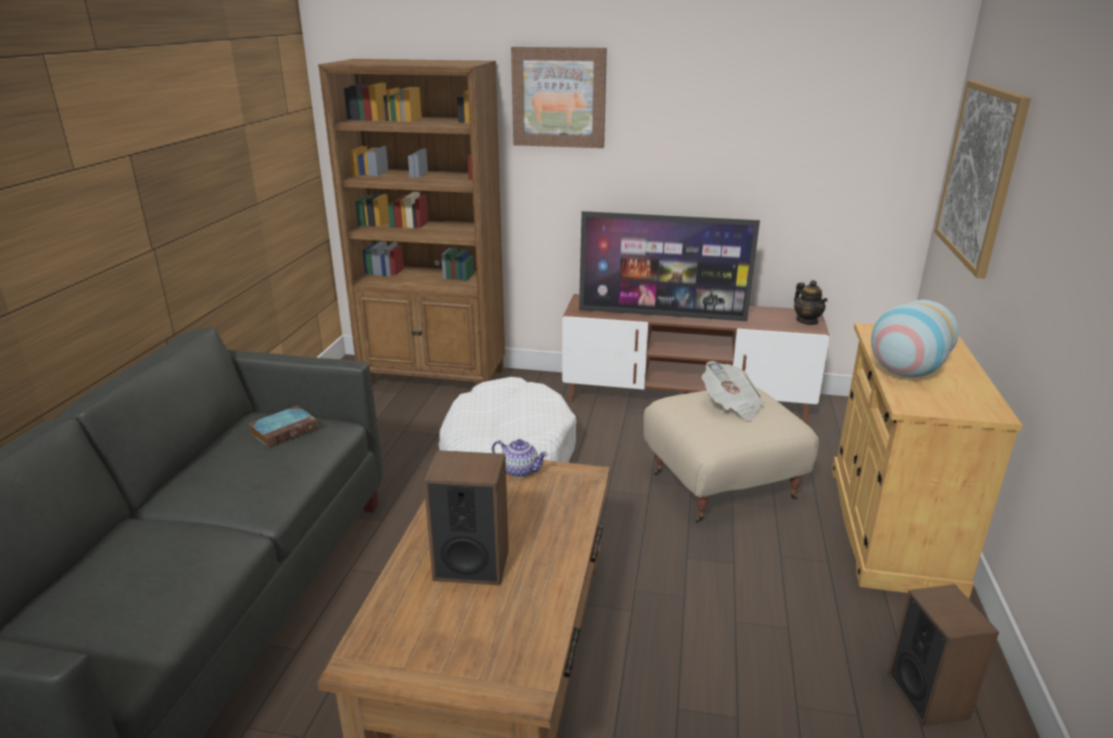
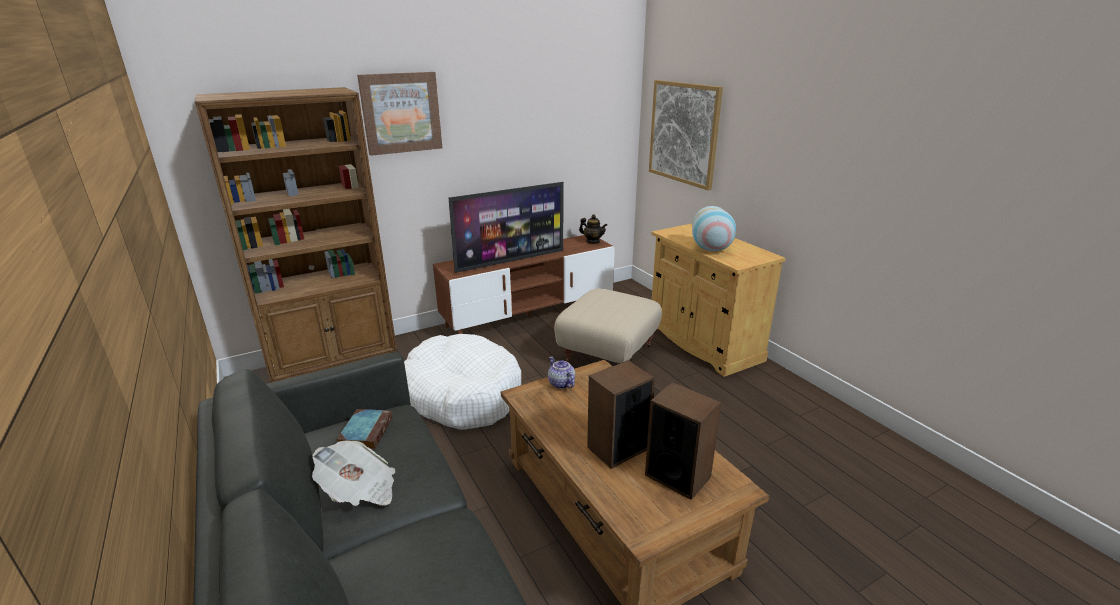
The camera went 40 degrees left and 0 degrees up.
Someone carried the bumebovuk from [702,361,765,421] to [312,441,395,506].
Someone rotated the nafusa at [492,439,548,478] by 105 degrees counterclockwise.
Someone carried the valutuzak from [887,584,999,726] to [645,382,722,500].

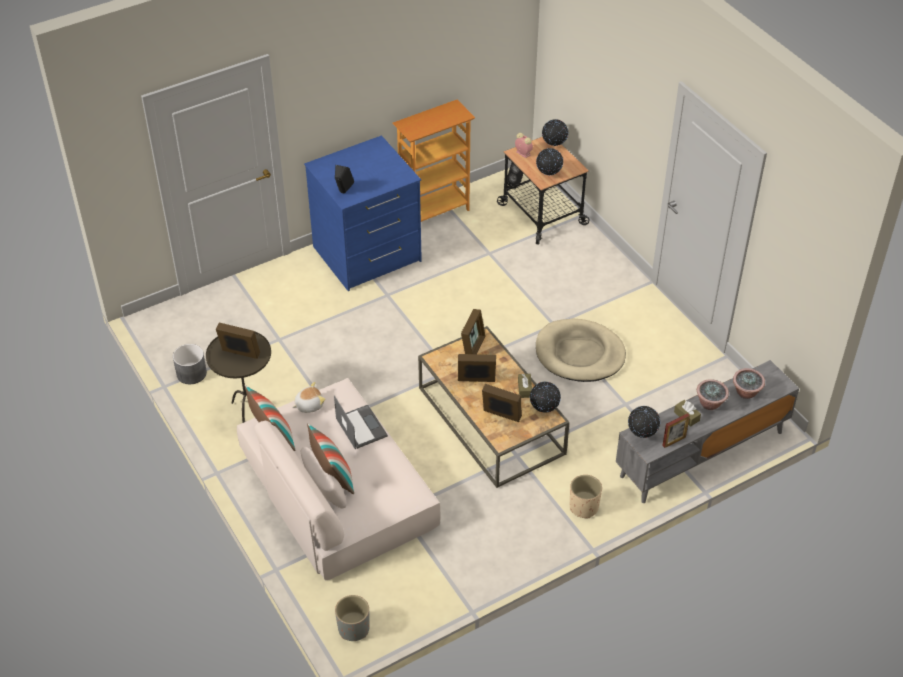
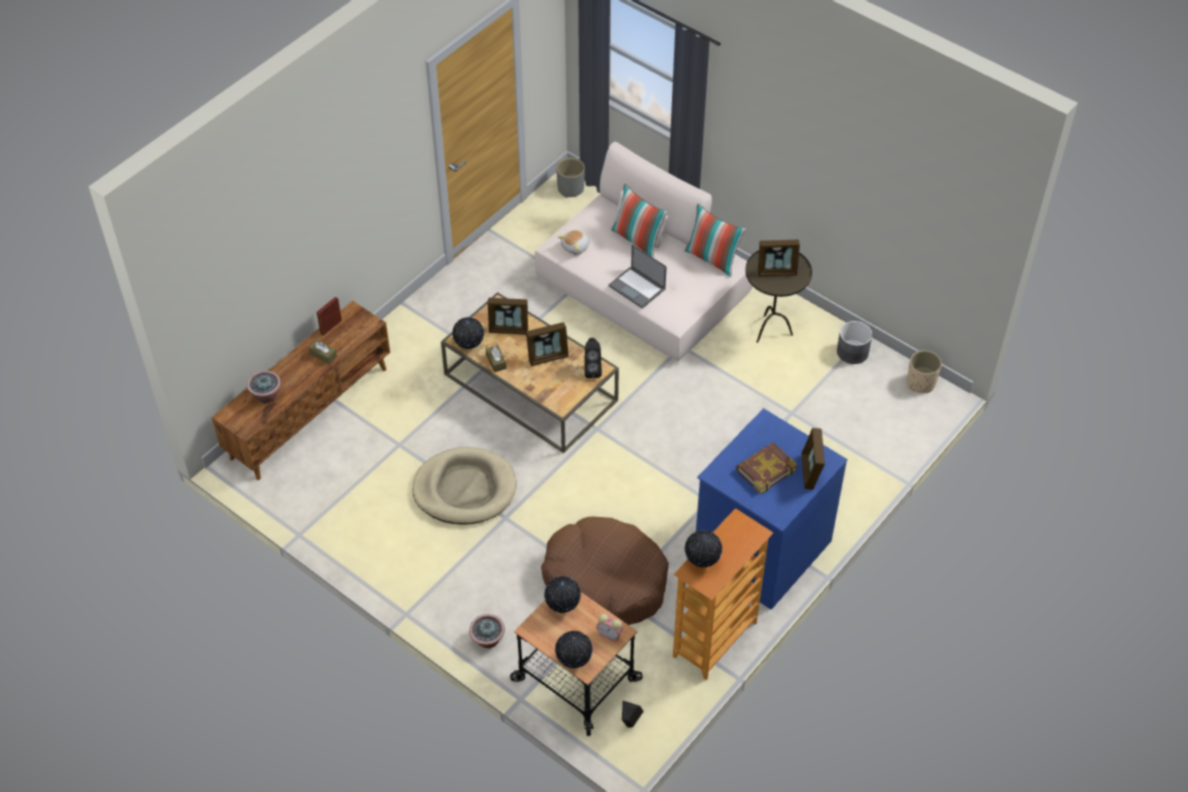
The camera went 160 degrees right and 5 degrees up.
Someone carried the valutuzak (black) from [335,165,354,193] to [585,338,602,378].
Someone carried the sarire from [461,309,486,354] to [801,428,825,490].
Someone repainted the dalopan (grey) at [616,360,799,503], which became the dalopan (brown) at [212,301,390,480].
Someone carried the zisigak from [697,379,729,410] to [469,614,505,648].
Someone carried the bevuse from [292,382,325,413] to [558,230,590,255].
Someone carried the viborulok from [628,406,660,438] to [685,530,722,567].
Someone carried the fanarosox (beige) from [570,475,602,518] to [907,350,942,393].
Someone put down the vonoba at [736,442,797,494].
Someone put down the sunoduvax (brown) at [541,516,669,625].

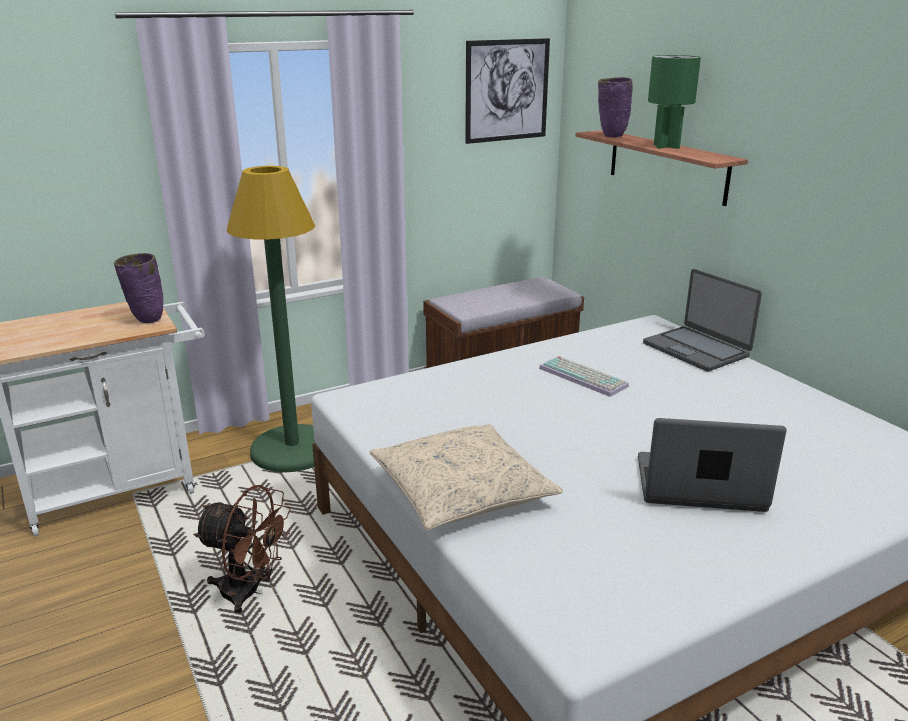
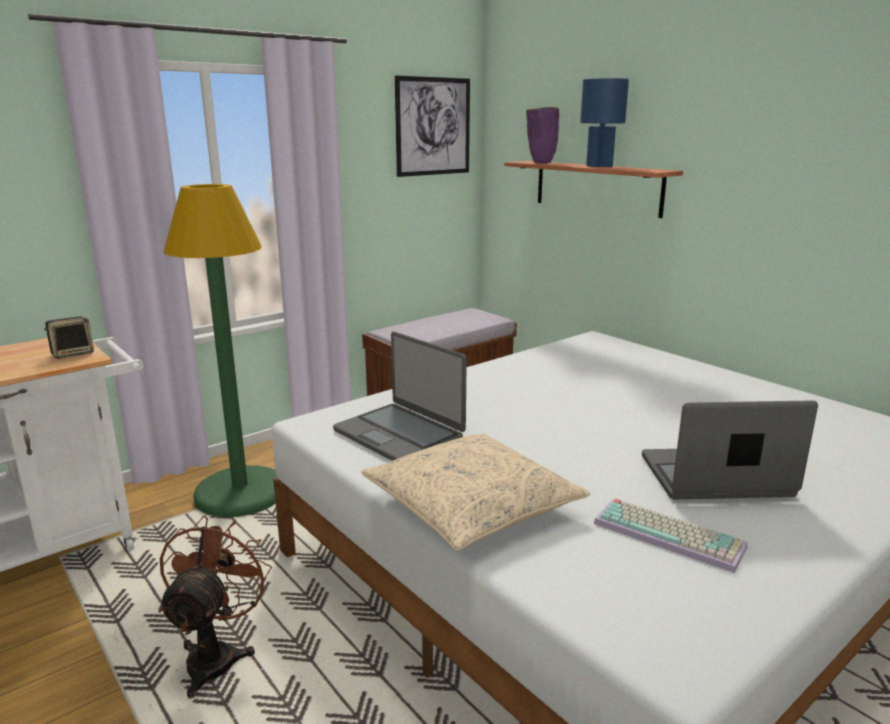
The camera went 10 degrees left and 5 degrees down.
Someone repainted the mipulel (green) at [648,55,701,149], which became the mipulel (blue) at [580,78,629,167].
Someone swapped the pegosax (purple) at [114,253,163,323] for the valutuzak at [44,316,94,359].
Someone carried the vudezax from [643,269,762,372] to [333,332,467,461].
Someone carried the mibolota from [539,356,629,397] to [594,499,748,573].
Someone rotated the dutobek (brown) at [193,485,291,614] by 90 degrees counterclockwise.

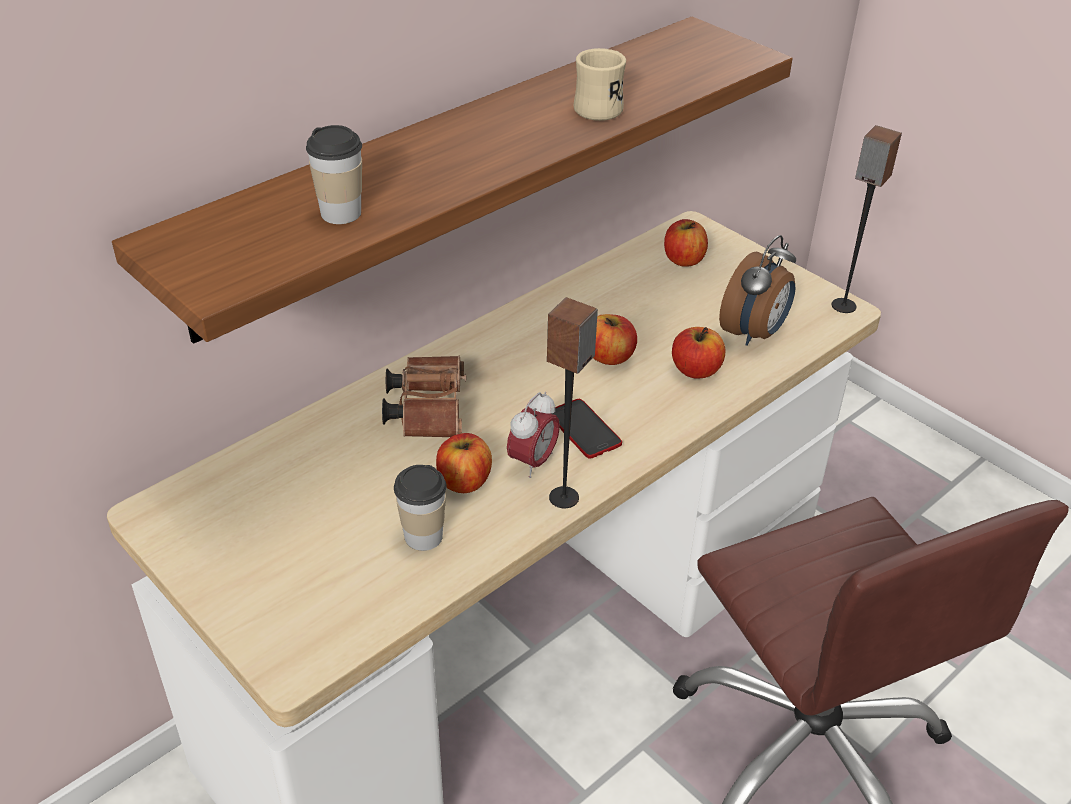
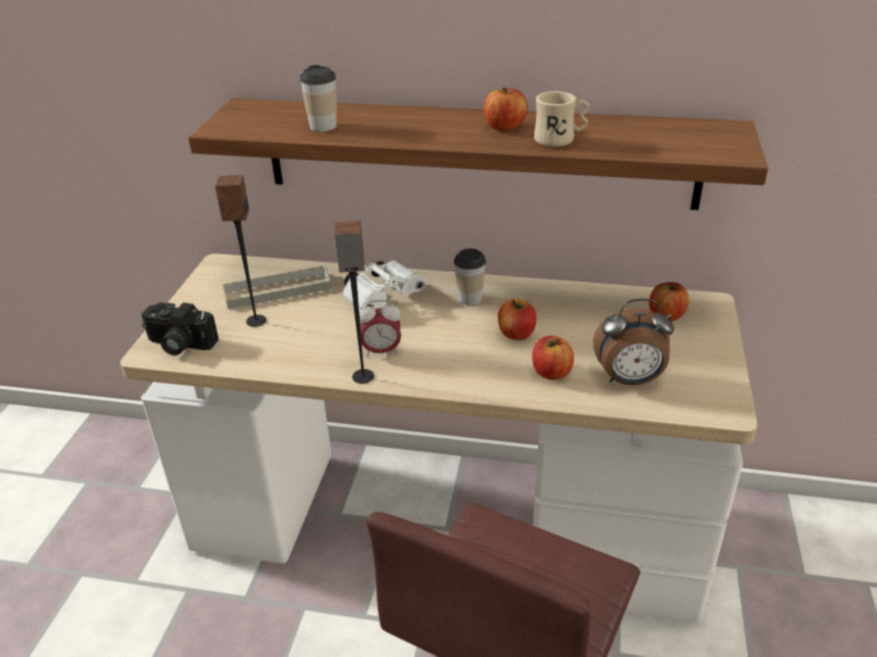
The camera went 55 degrees right and 5 degrees down.
Someone carried the valutuzak from [831,125,902,313] to [215,175,266,327].
Someone repainted the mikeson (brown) at [382,356,466,437], which became the mikeson (white) at [342,260,425,309].
Someone took away the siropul at [551,399,622,459].
Someone carried the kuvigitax from [436,433,492,493] to [484,88,528,131].
Someone carried the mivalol from [394,465,447,551] to [454,248,486,305].
Someone put down the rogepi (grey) at [222,264,331,309].
Someone put down the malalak at [141,303,219,356].

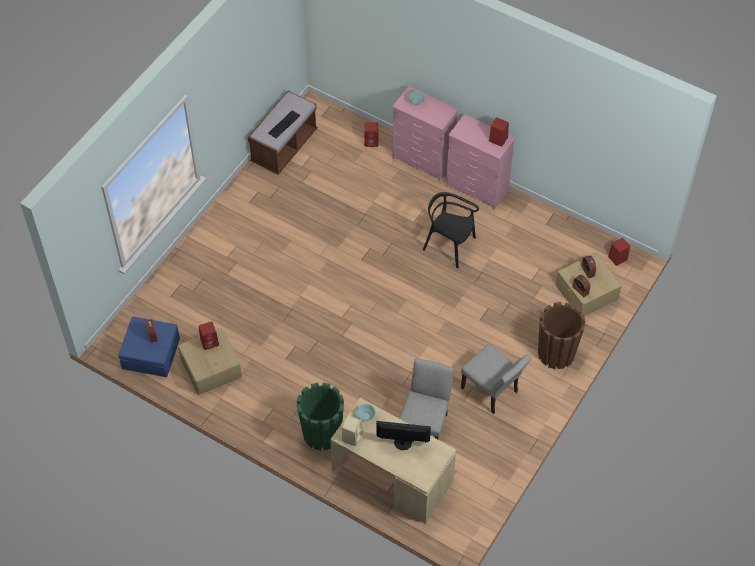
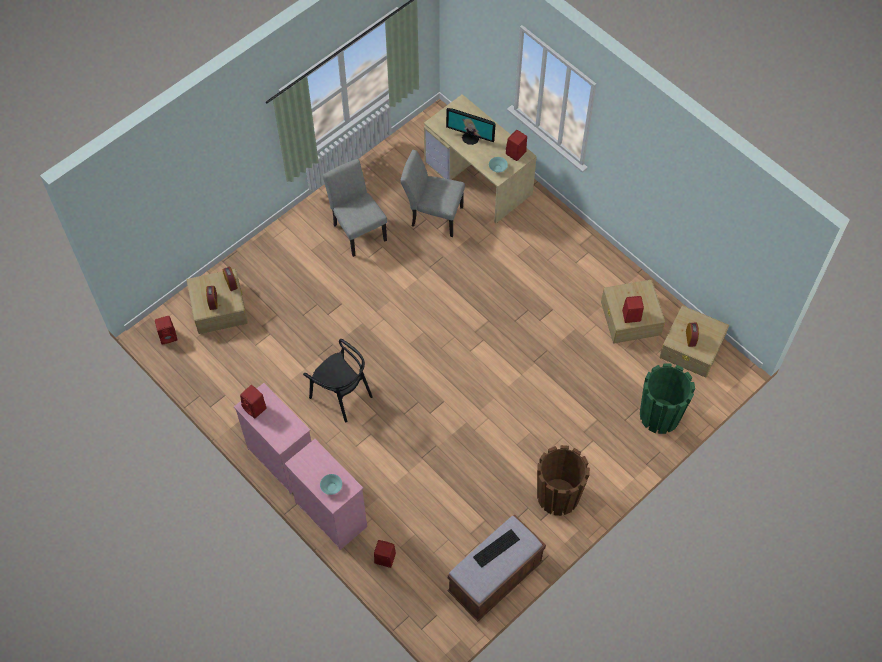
The camera went 165 degrees left and 5 degrees up.
Someone carried the fanarosox (brown) from [538,302,585,369] to [537,445,590,516].
Someone repainted the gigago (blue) at [118,317,180,377], which became the gigago (beige) at [659,306,729,377].
Someone rotated the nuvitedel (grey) at [399,358,454,439] by 75 degrees clockwise.
Someone carried the fanarosox (green) from [296,383,344,451] to [640,363,695,434].
Someone repainted the valutuzak (beige) at [342,416,363,446], which became the valutuzak (red) at [506,130,527,161].

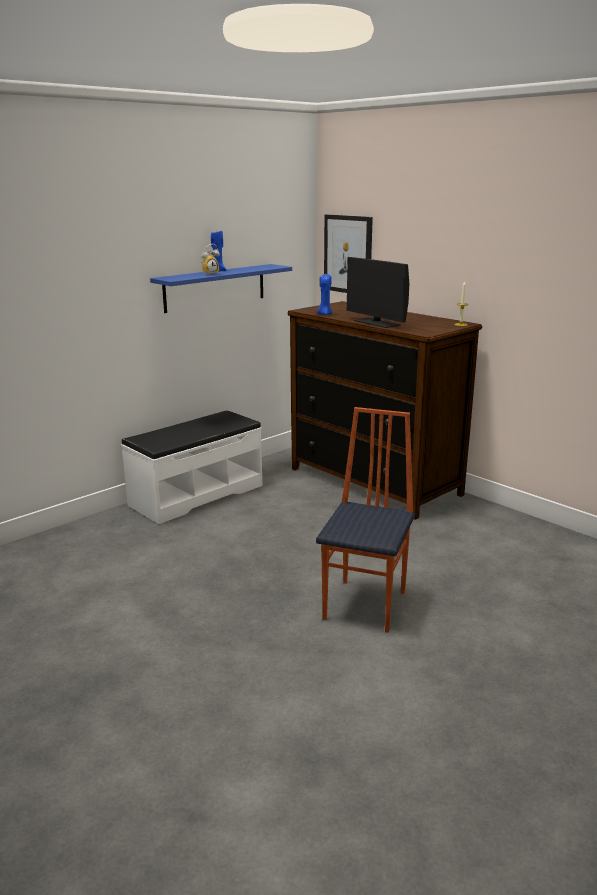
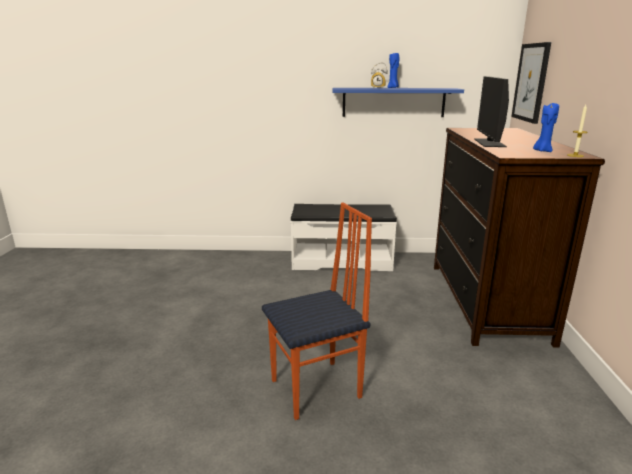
The camera went 45 degrees right and 0 degrees up.
Someone carried the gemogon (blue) from [317,274,332,315] to [533,103,559,152].

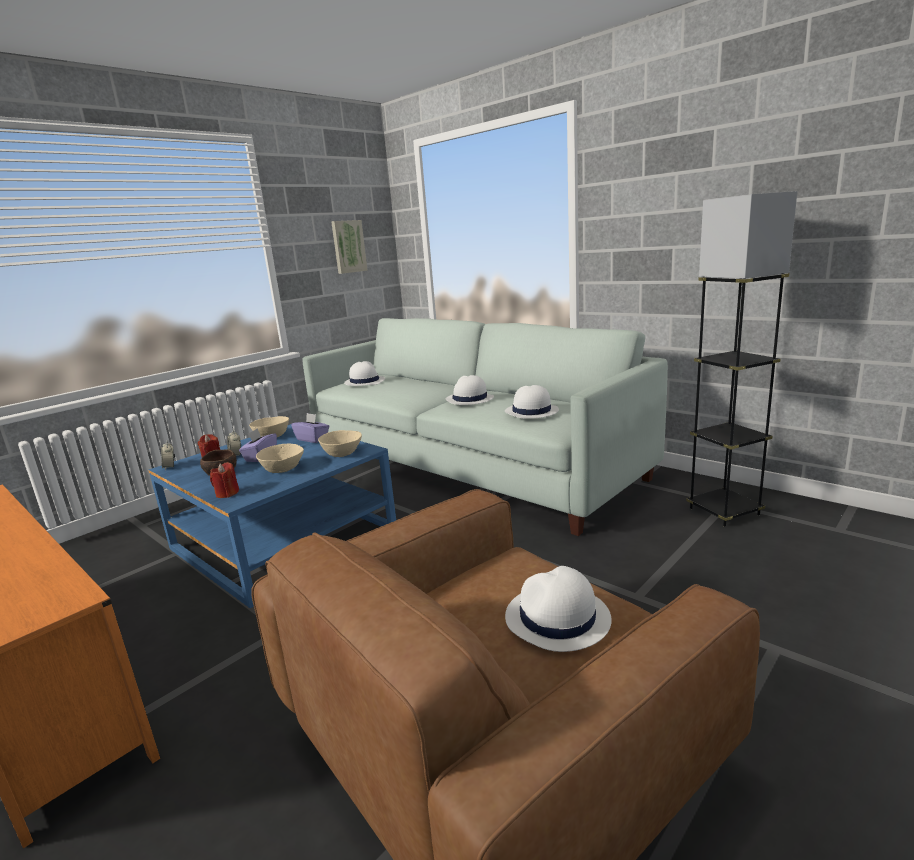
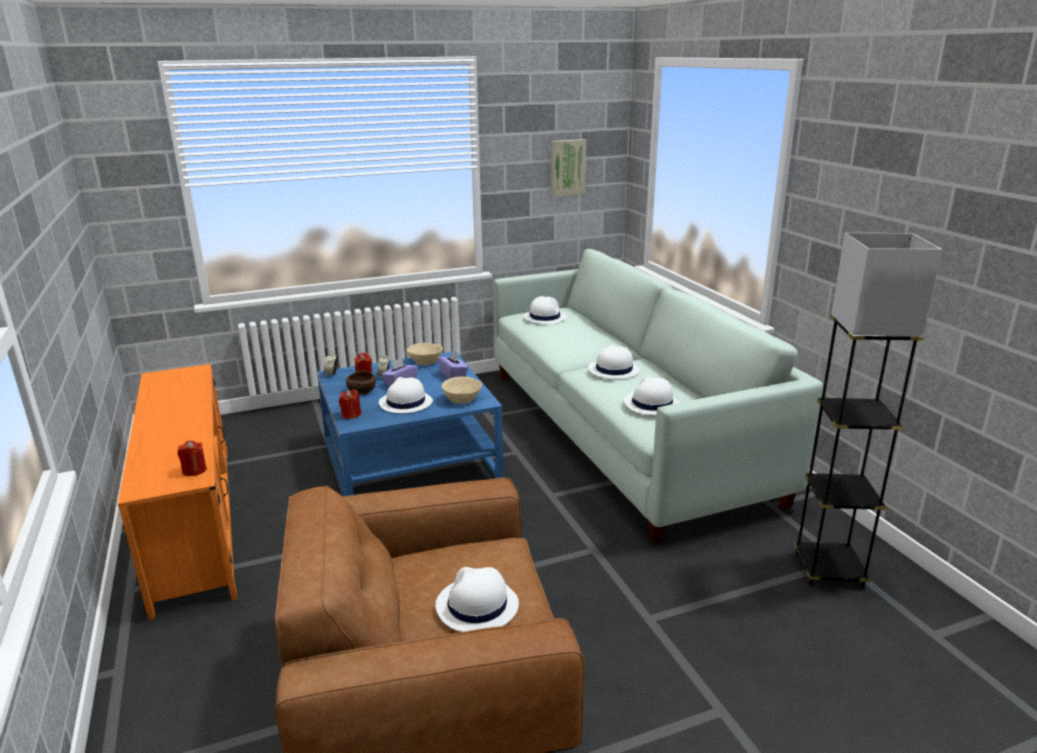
The camera went 25 degrees right and 5 degrees up.
Someone swapped the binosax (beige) at [256,443,304,473] for the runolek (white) at [379,377,433,413].
Someone put down the gemogon (red) at [177,441,207,476].

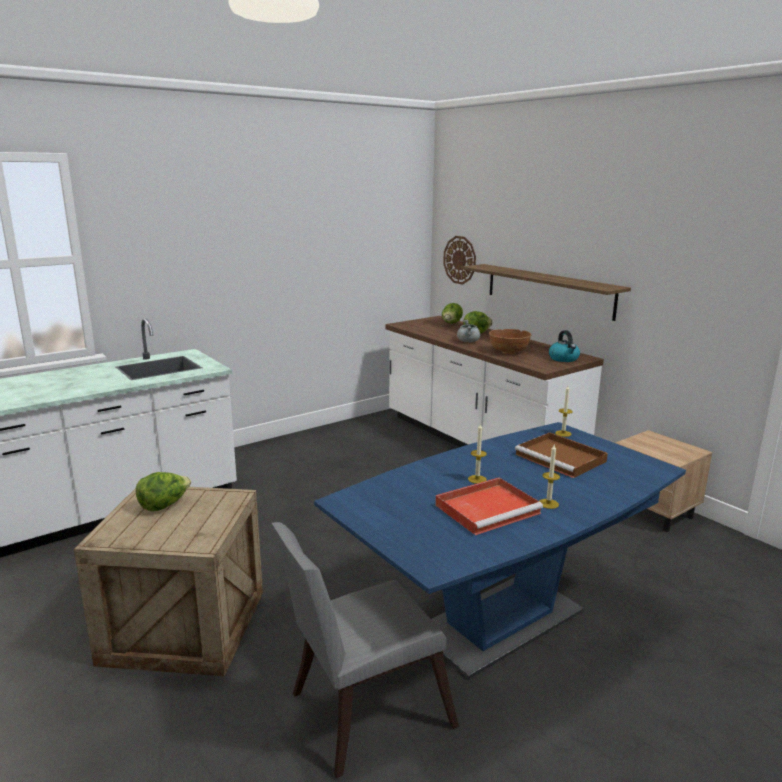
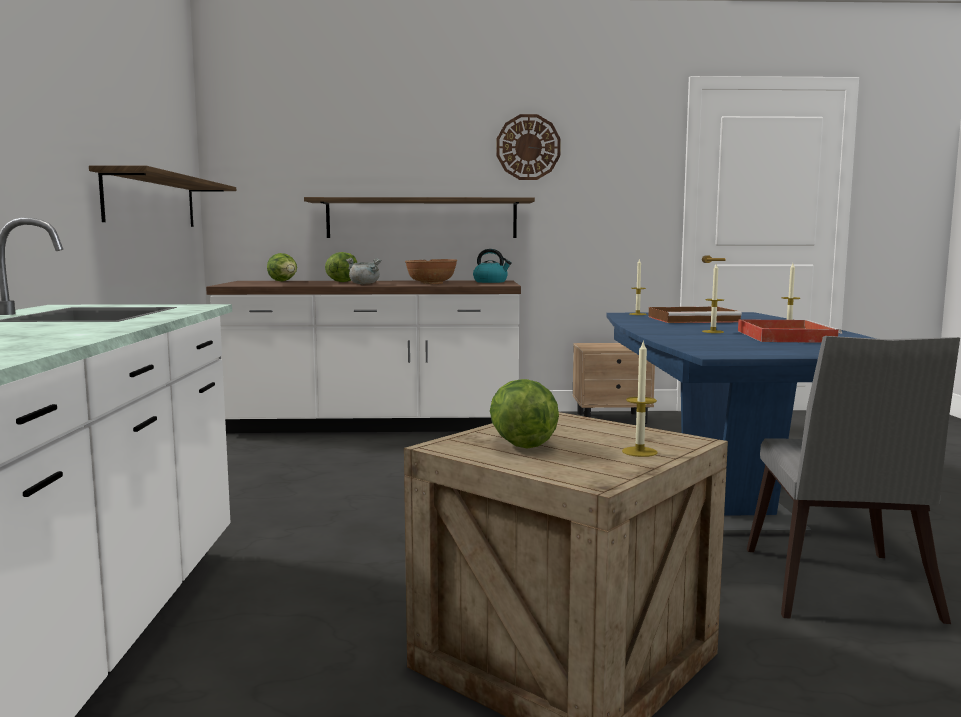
The camera went 55 degrees left and 10 degrees down.
Someone carried the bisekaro from [443,236,476,285] to [497,114,561,180].
Someone put up the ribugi at [89,165,236,227].
Someone put down the gemogon at [622,342,658,457].

